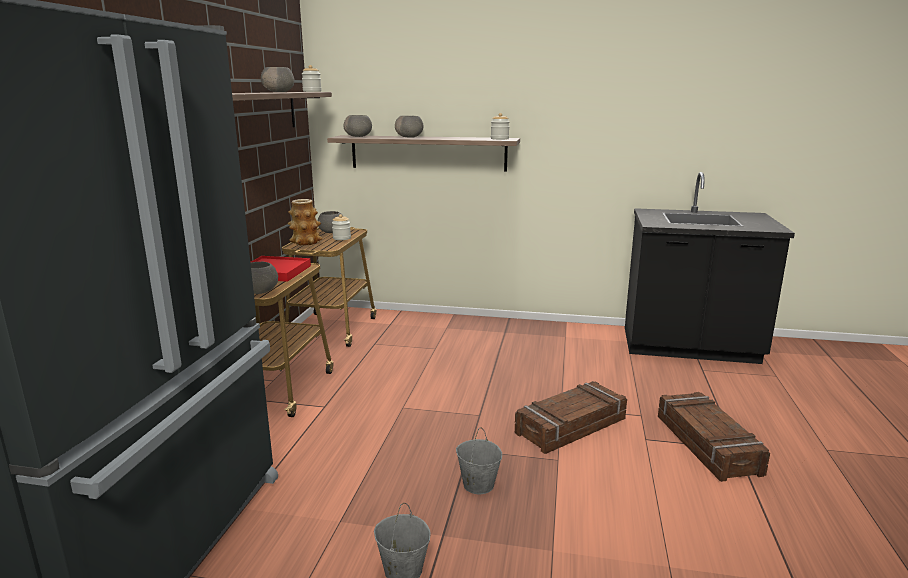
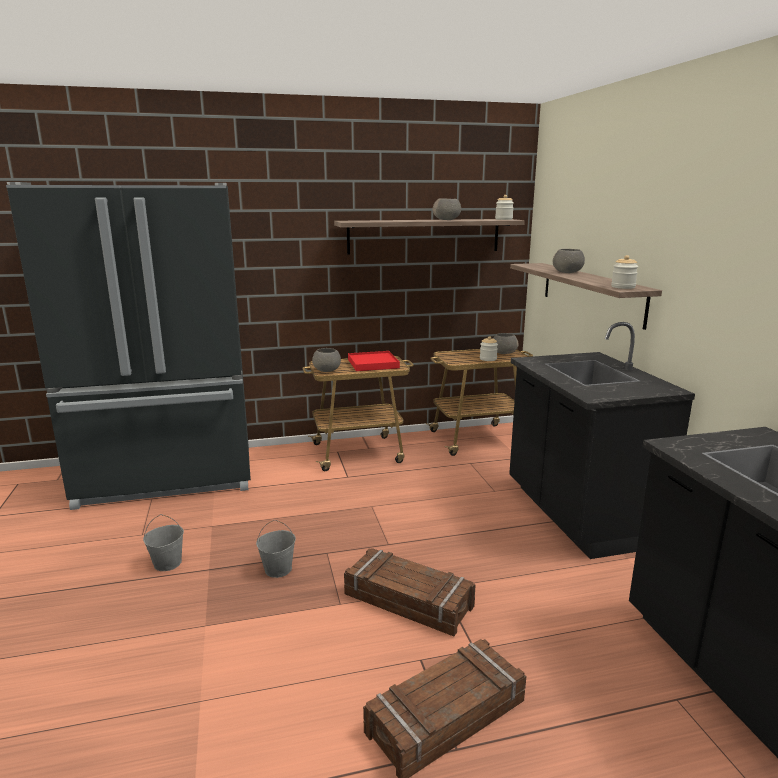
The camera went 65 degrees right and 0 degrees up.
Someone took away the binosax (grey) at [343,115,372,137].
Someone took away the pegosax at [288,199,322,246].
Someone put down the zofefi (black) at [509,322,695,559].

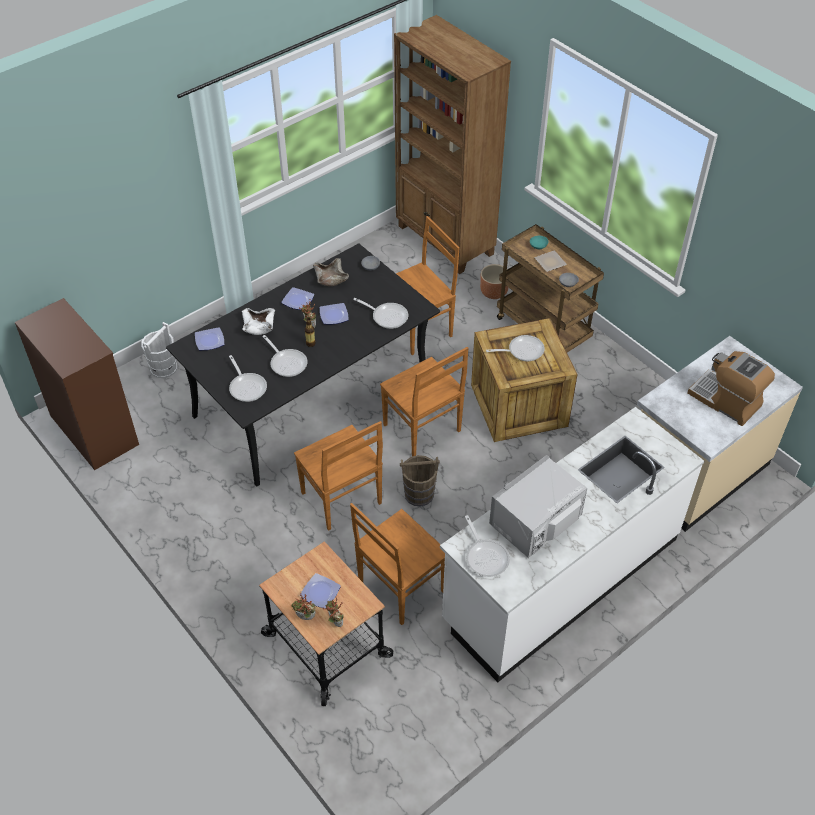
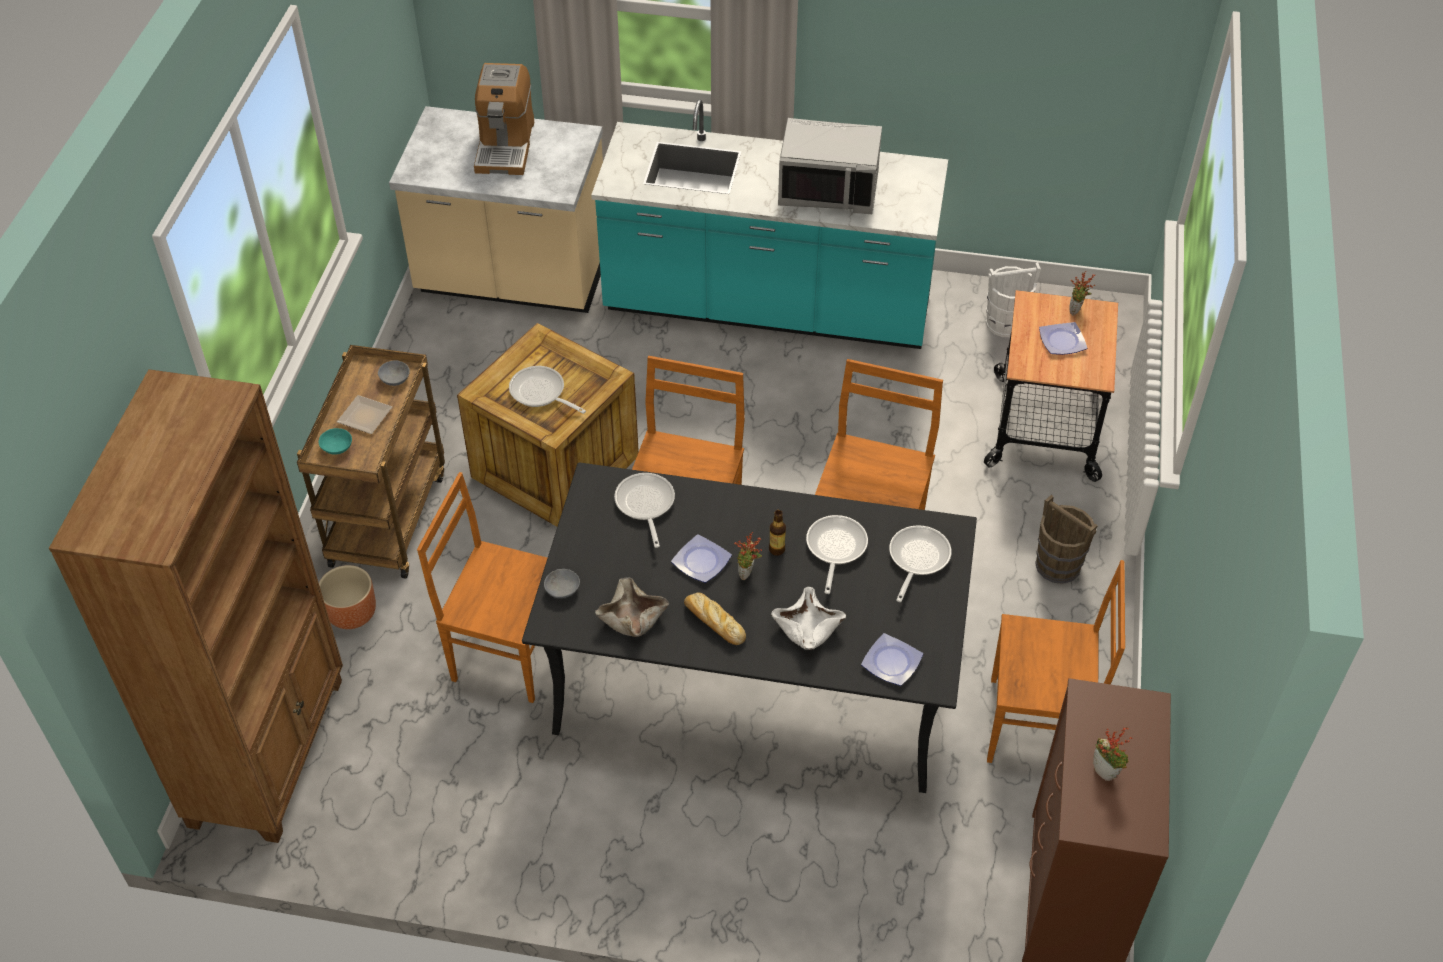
The camera went 130 degrees left and 0 degrees up.
Someone swapped the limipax at [281,287,314,310] for the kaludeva at [684,592,746,645].
Someone carried the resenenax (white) from [141,322,177,378] to [986,262,1041,337].
Someone repainted the zofefi (white) at [440,407,704,682], which became the zofefi (turquoise) at [591,99,948,349].
Someone carried the resenenax (brown) from [400,455,440,507] to [1035,494,1098,584].
Someone carried the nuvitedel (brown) from [350,503,445,625] to [987,560,1125,763].
Someone took away the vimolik at [465,515,510,577].
Someone carried the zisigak from [291,593,316,620] to [1093,727,1133,781].

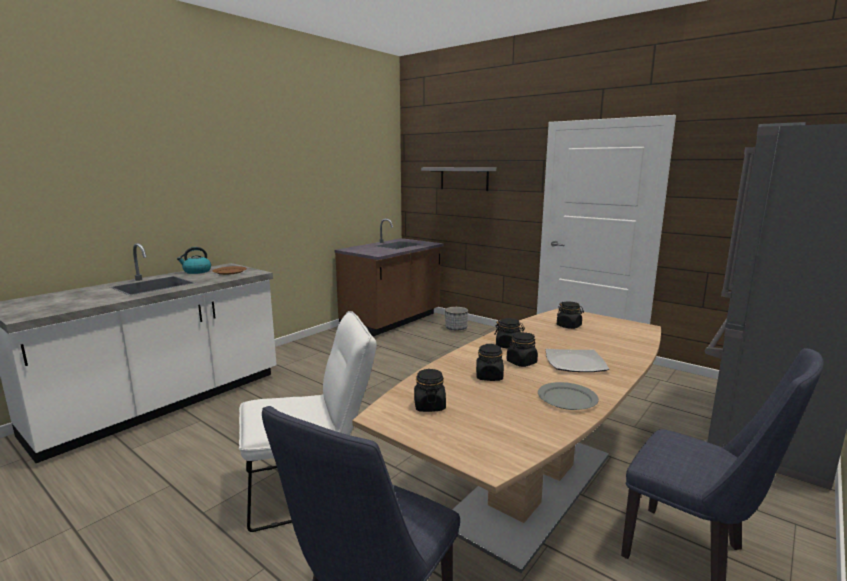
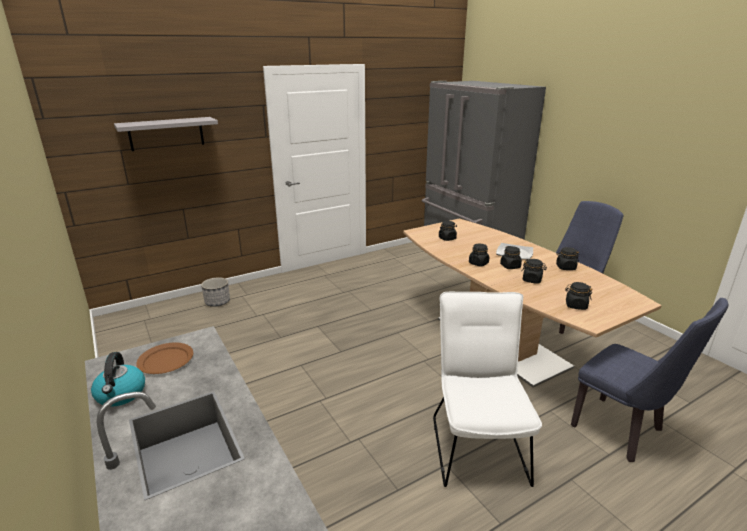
The camera went 70 degrees left and 10 degrees up.
Someone took away the zofefi (brown) at [334,218,444,337].
Someone swapped the limipax (grey) at [538,382,599,410] for the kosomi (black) at [556,247,579,270].

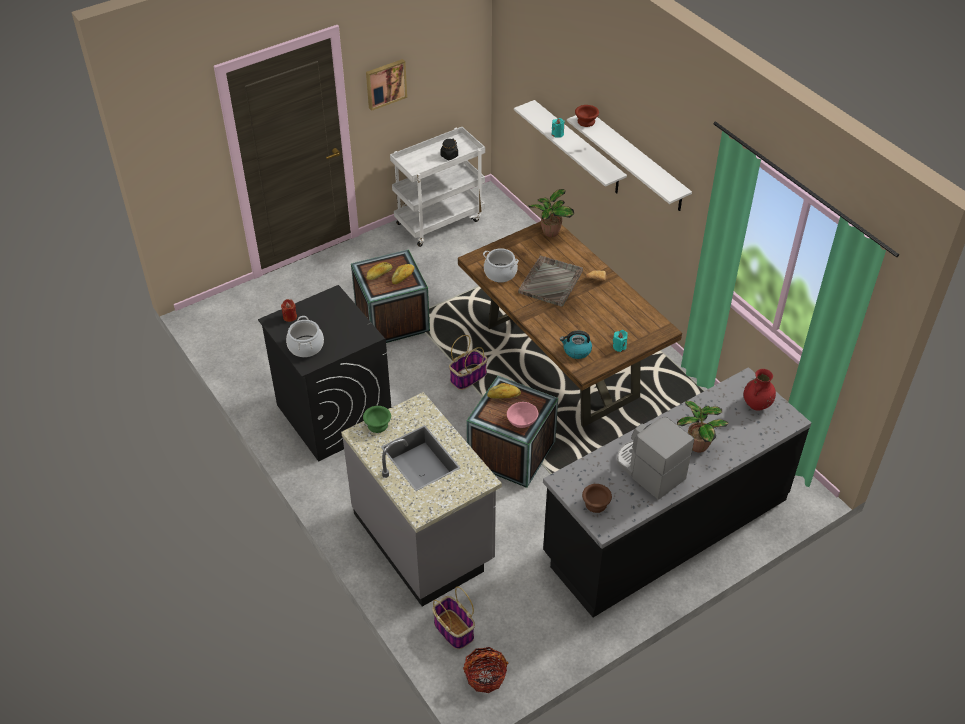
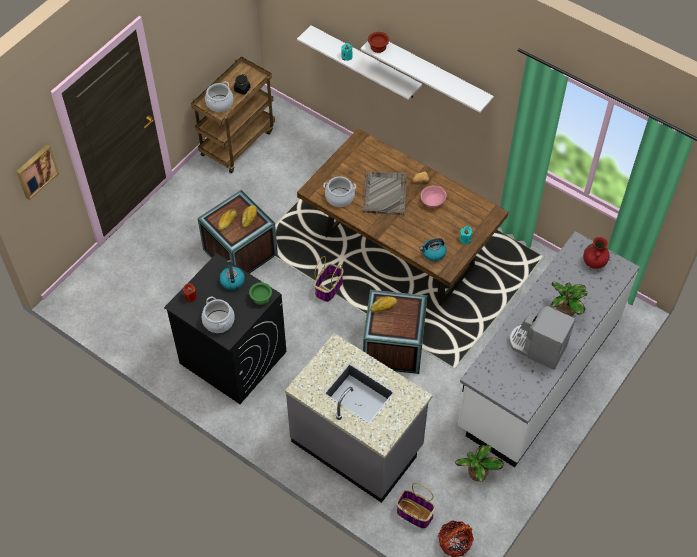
The camera went 20 degrees left and 10 degrees up.
Someone carried the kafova from [366,59,407,111] to [16,145,59,200].
Someone repainted the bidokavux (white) at [390,127,485,247], which became the bidokavux (brown) at [191,57,275,173].
Someone carried the zisigak from [529,189,574,237] to [455,445,504,482].
Someone repainted the zofefi (black) at [543,367,811,617], which became the zofefi (white) at [458,231,640,467].
Someone carried the binosax (pink) from [507,402,538,428] to [421,186,447,208].
Someone carried the binosax (green) from [363,406,391,433] to [249,282,272,305].
Someone took away the binosax (brown) at [582,484,612,513].
Someone put down the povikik at [205,81,233,112].
Someone put down the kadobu at [219,260,245,290].

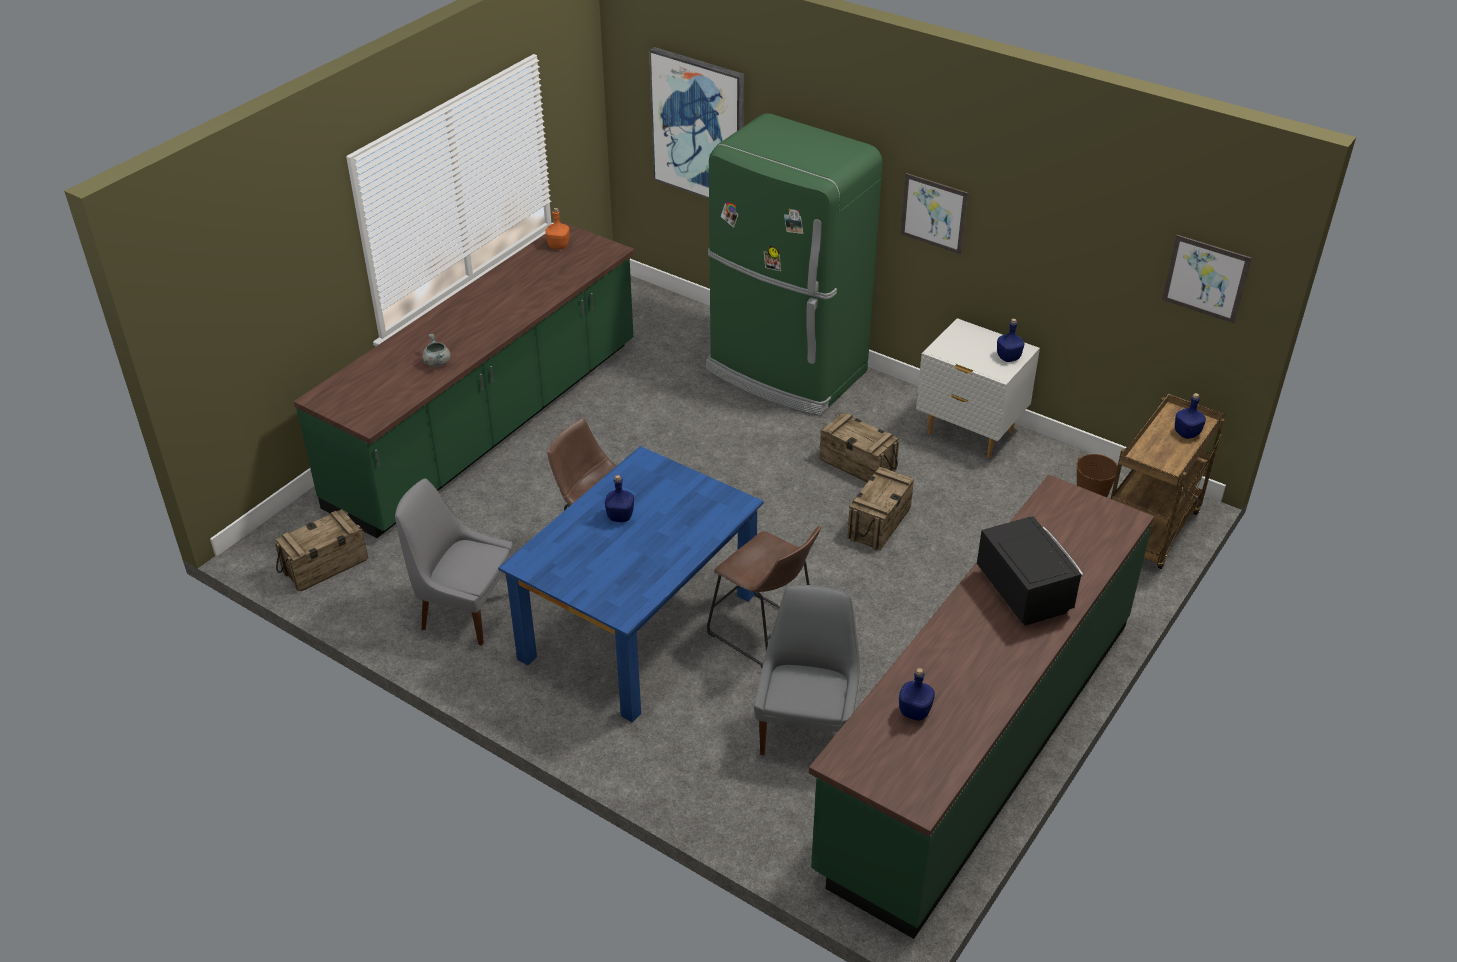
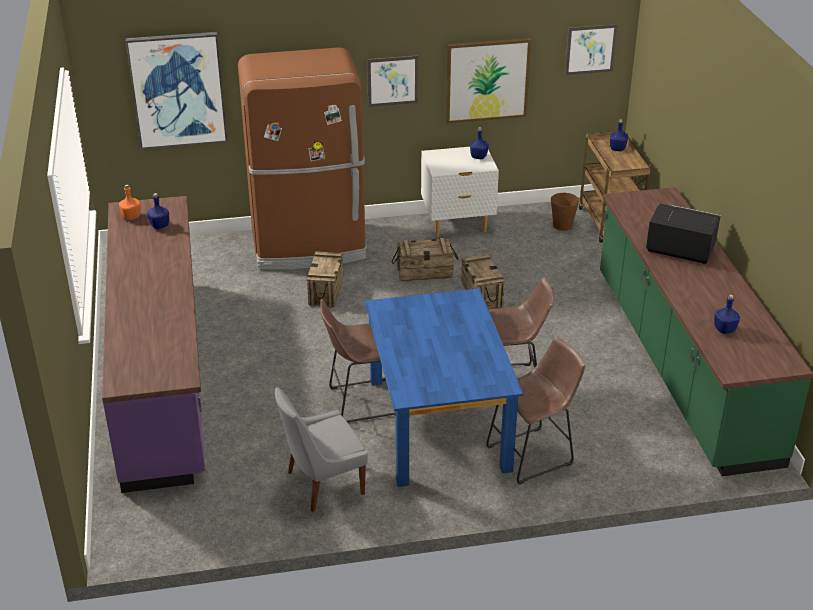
The camera went 45 degrees left and 5 degrees down.
Someone repainted the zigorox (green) at [706,113,882,415], which became the zigorox (brown) at [238,47,367,270].
Someone repainted the zofefi (green) at [294,222,634,538], which became the zofefi (purple) at [102,196,205,493].
Someone took away the povikik (grey) at [422,334,451,367].
Someone carried the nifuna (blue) from [605,475,634,522] to [147,193,169,229].
Someone carried the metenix from [275,509,368,591] to [306,251,343,308].
Someone took away the nuvitedel (grey) at [754,585,860,755].
Someone put up the kafova at [446,38,531,123].
Someone put down the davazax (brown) at [486,336,586,484].

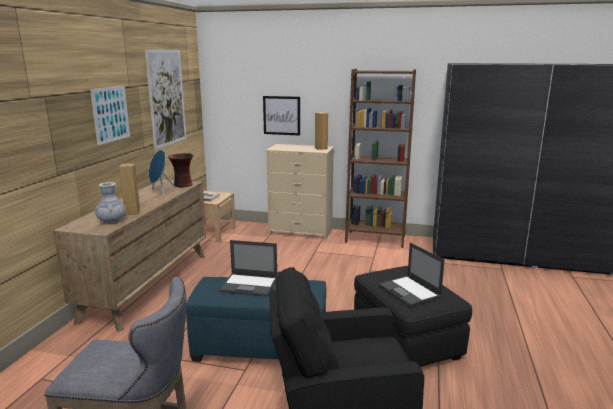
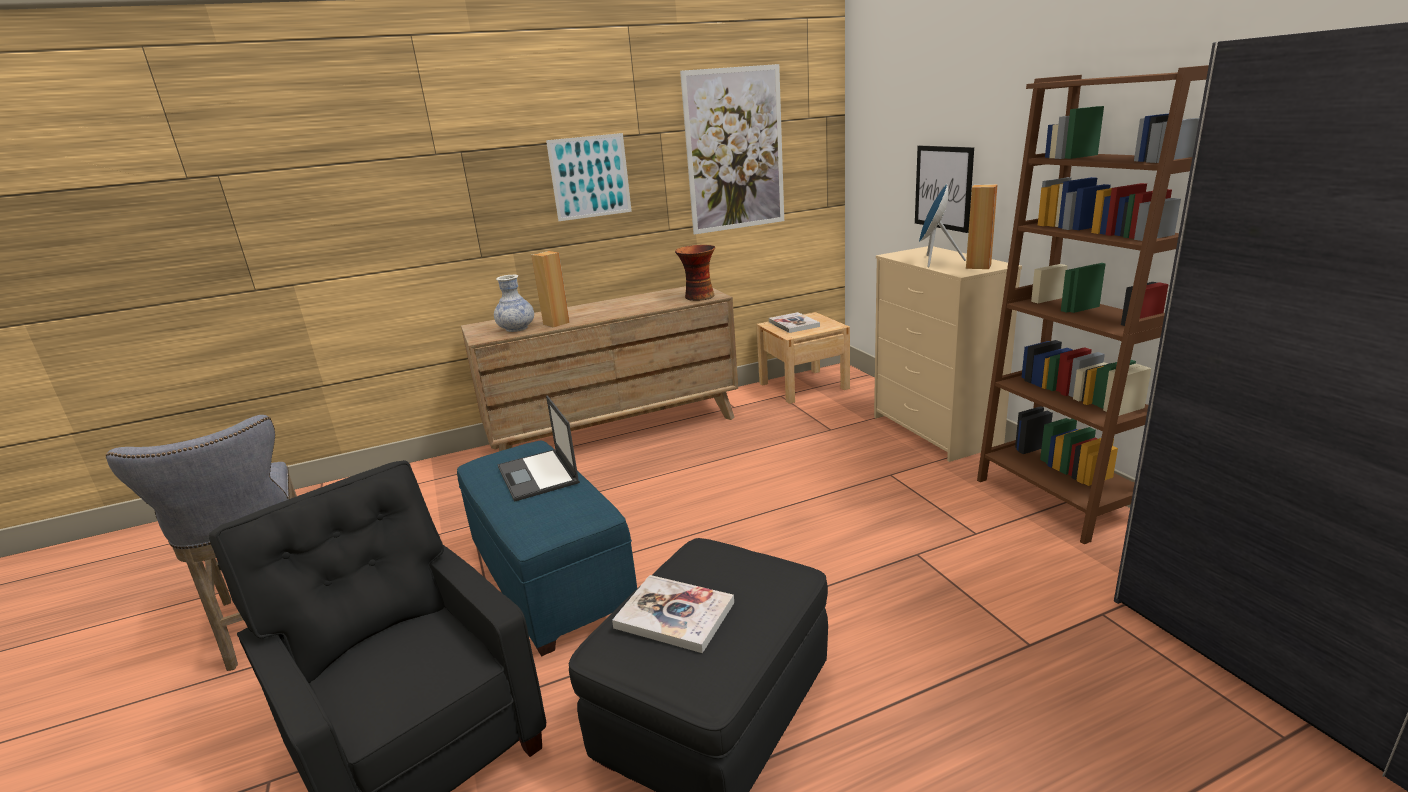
The camera went 55 degrees right and 5 degrees up.
Someone carried the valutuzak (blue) from [149,150,177,196] to [919,184,966,267].
Someone swapped the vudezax at [379,242,445,307] for the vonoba at [612,575,734,653].

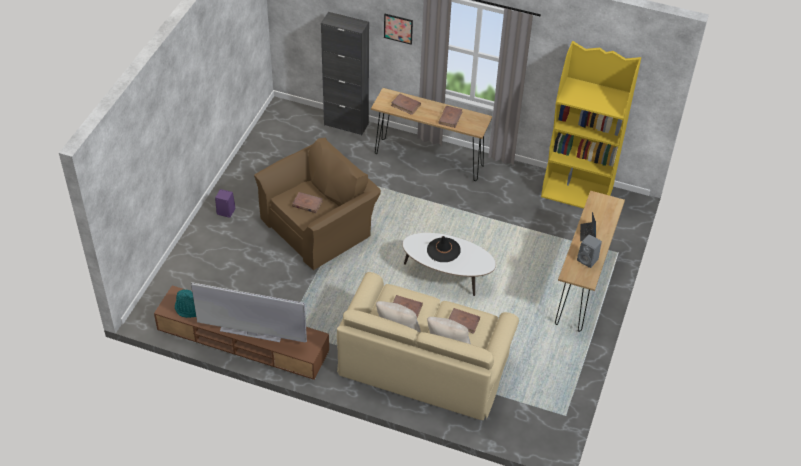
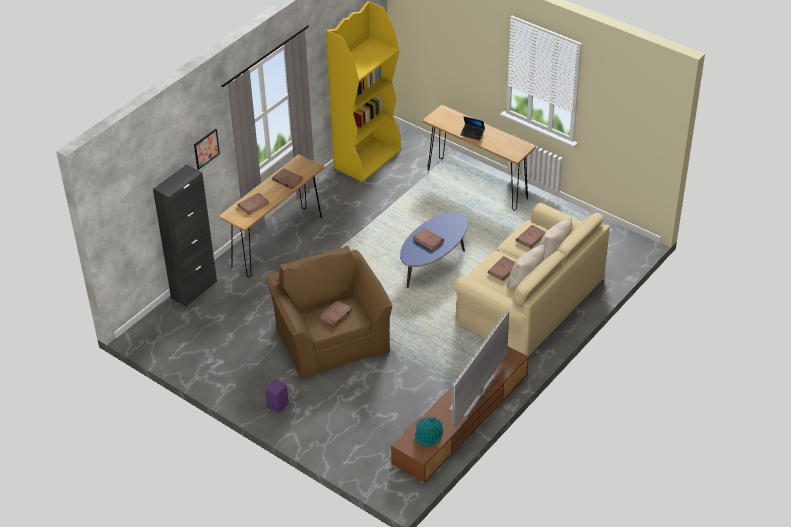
The camera went 70 degrees left and 5 degrees down.
Someone repainted the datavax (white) at [403,233,496,296], which became the datavax (blue) at [400,212,468,288].
Someone took away the valutuzak (grey) at [577,234,602,268].
Someone swapped the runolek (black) at [427,236,461,262] for the vonoba (brown) at [413,228,444,251].

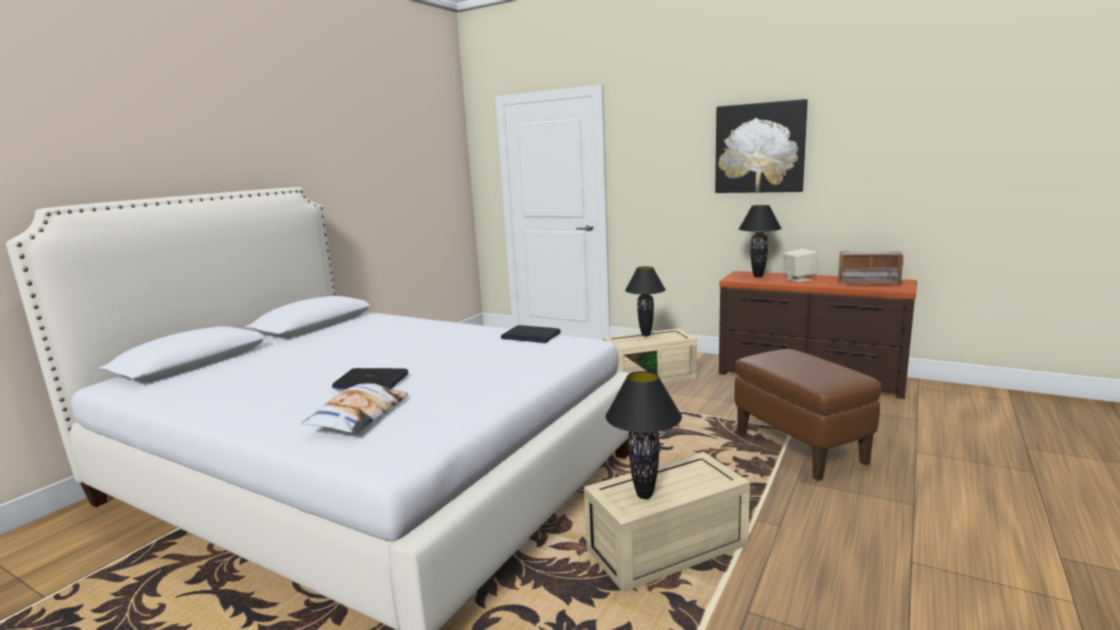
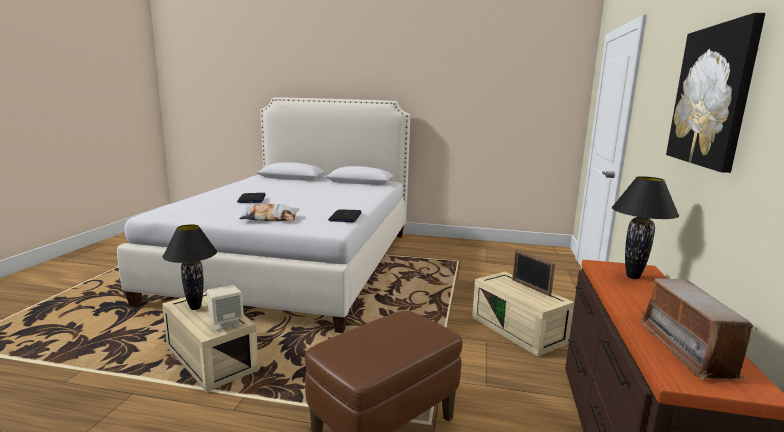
The camera went 70 degrees right and 0 degrees up.
Someone carried the valutuzak (beige) from [783,249,817,282] to [207,285,244,330].
Someone swapped the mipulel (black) at [625,266,666,336] for the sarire at [512,249,555,296].
Someone carried the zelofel from [301,383,408,434] to [239,204,300,221].

